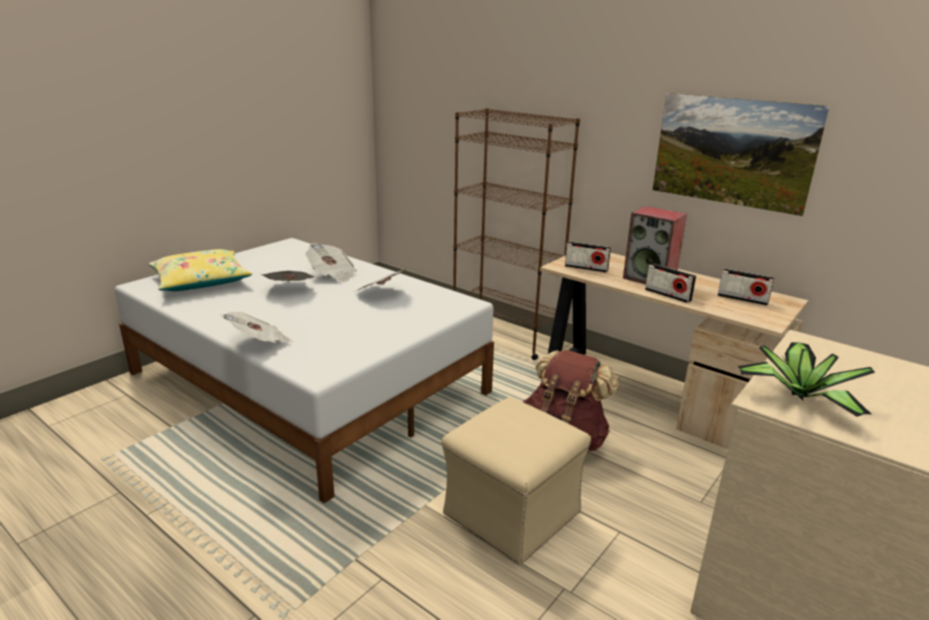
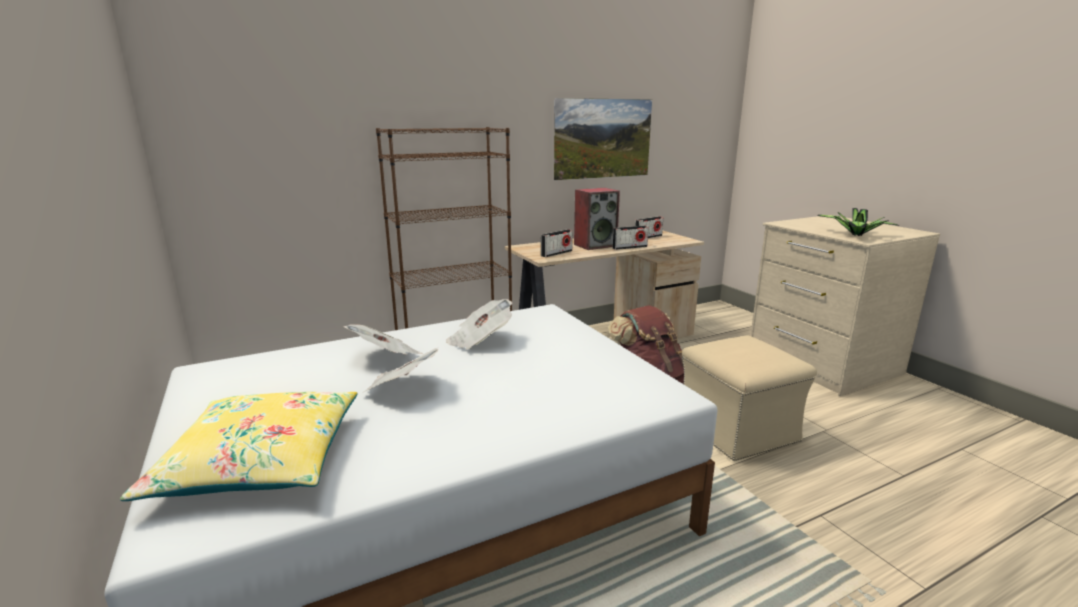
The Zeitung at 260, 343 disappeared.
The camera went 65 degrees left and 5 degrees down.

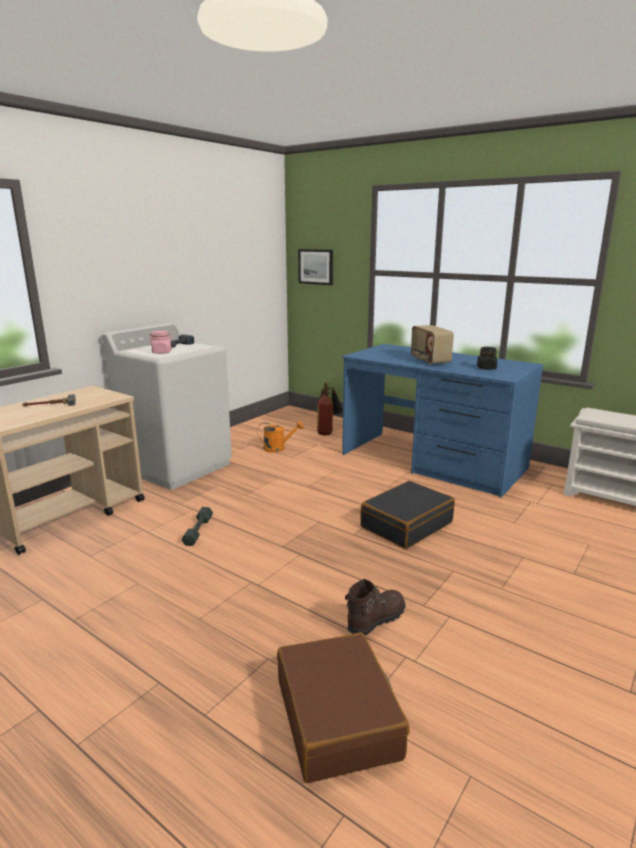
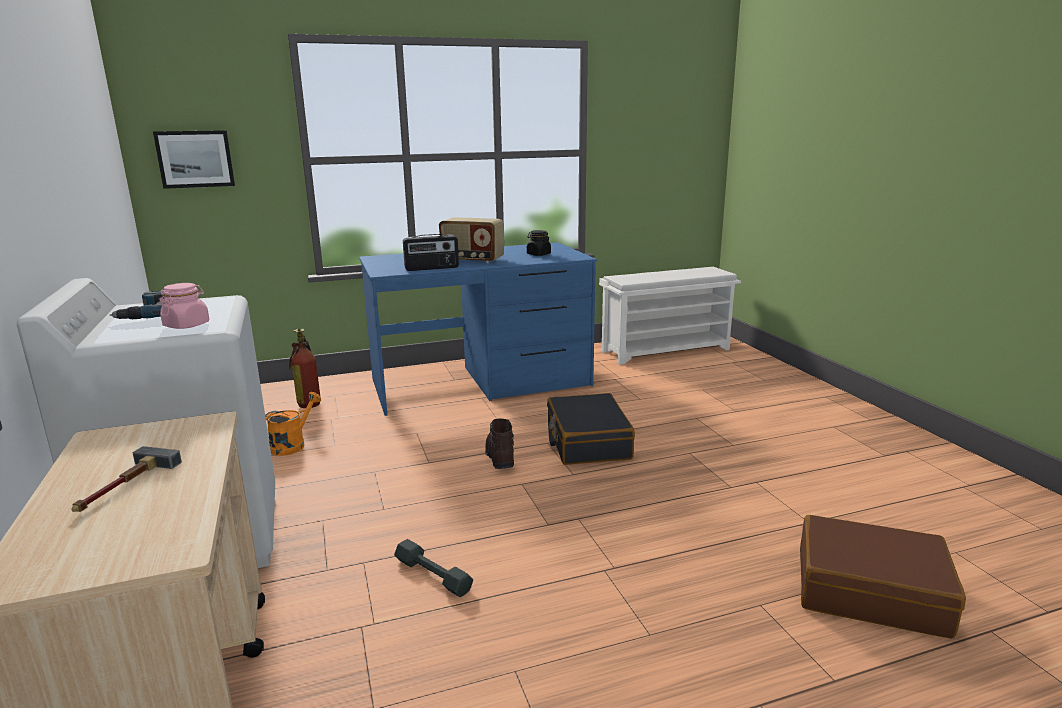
The Radio at 432, 268 appeared.
The Stiefel/braun moved from 375, 620 to 499, 457.
The camera went 55 degrees left and 0 degrees up.

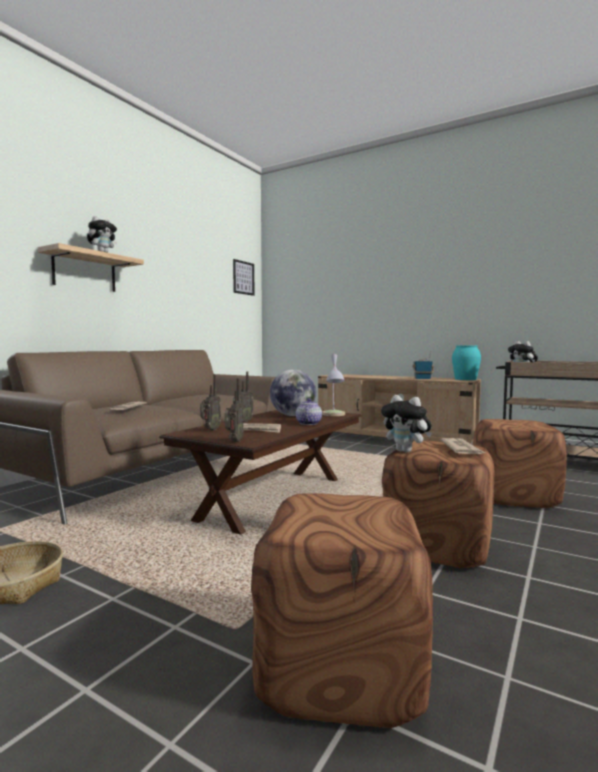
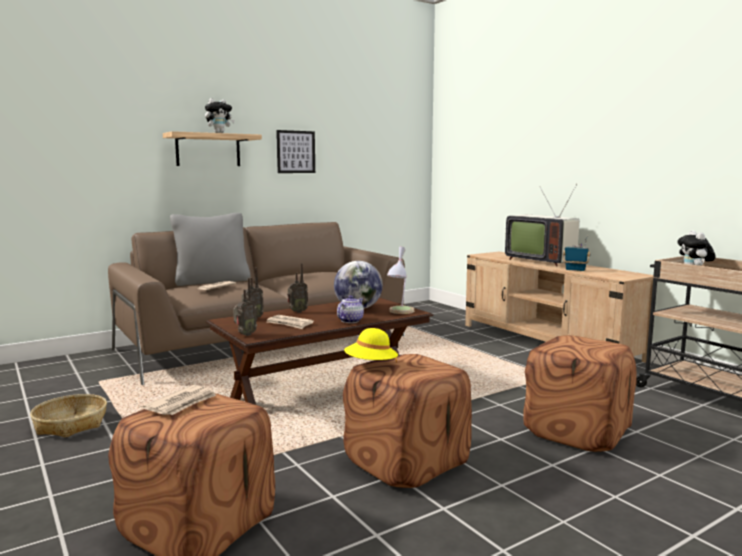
The Vase/türkis at 465, 379 disappeared.
The Kissen/grau at 212, 281 appeared.
The Fernseher at 541, 261 appeared.
The Bild moved from 243, 277 to 295, 152.
The Zeitung moved from 462, 449 to 182, 403.
The Plüschtier at 406, 451 was replaced by the Hut/gelb at 371, 365.
The camera went 25 degrees right and 5 degrees up.

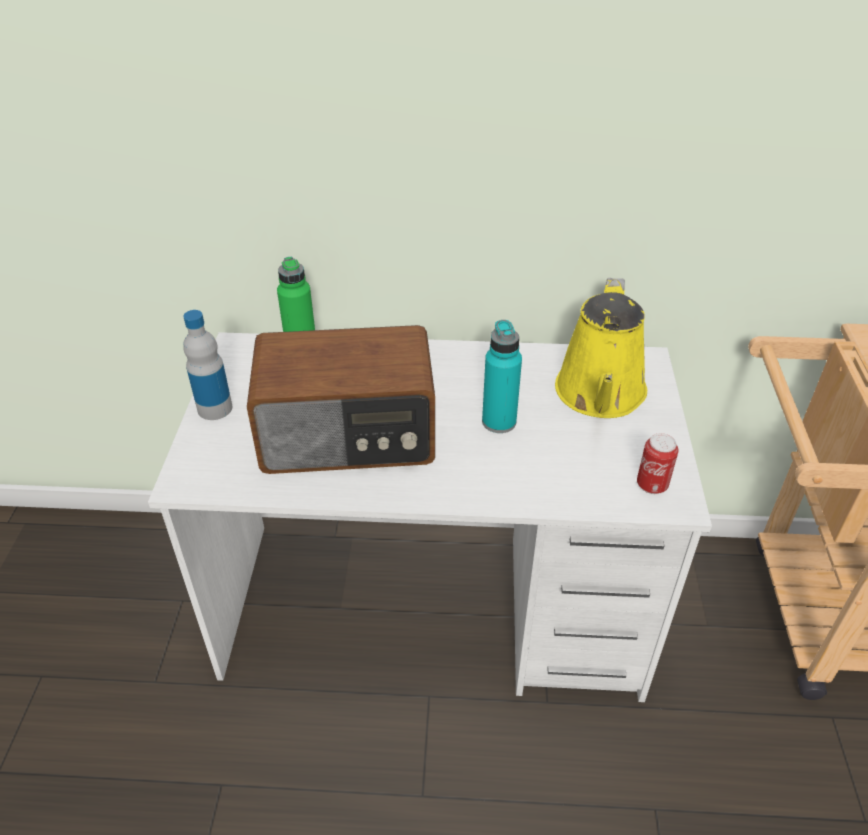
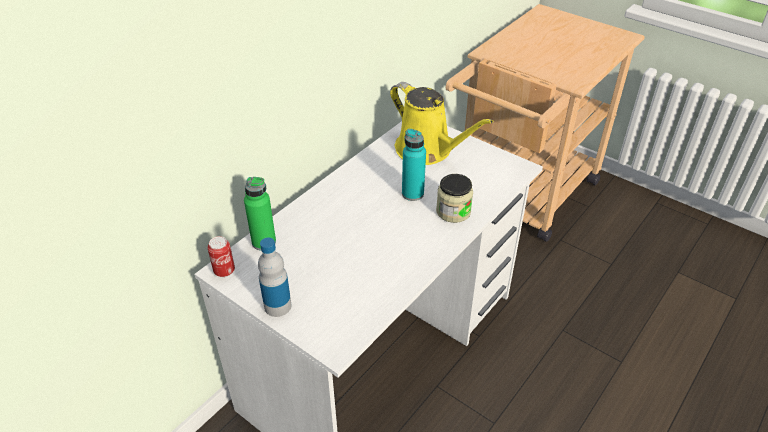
The Radio at 349, 436 disappeared.
The Vorratsglas at 453, 211 appeared.
The Dose moved from 652, 485 to 224, 271.
The camera went 55 degrees left and 0 degrees up.

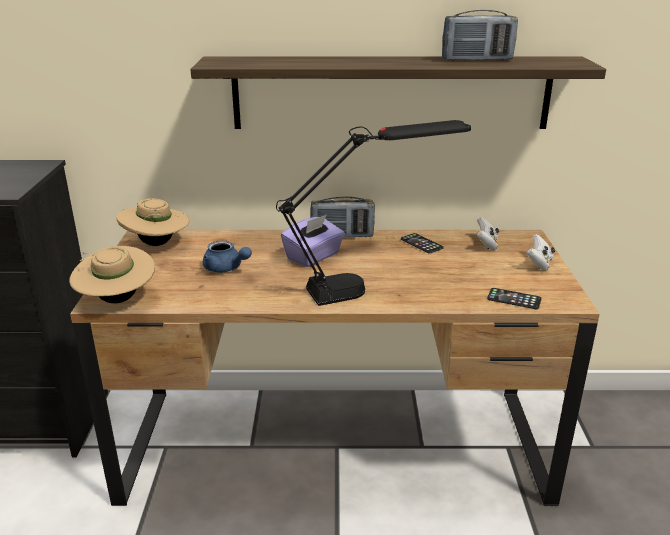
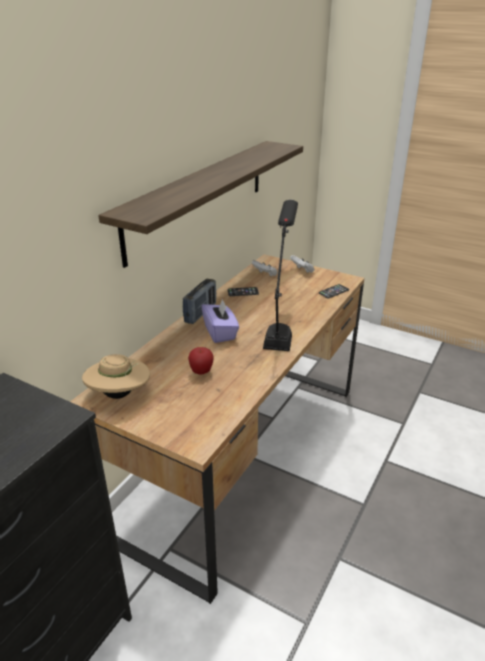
The Hut/beige at 117, 300 disappeared.
The Radio at 477, 60 disappeared.
The Teekanne/blau at 226, 268 was replaced by the Apfel at 201, 372.
The camera went 60 degrees left and 5 degrees up.

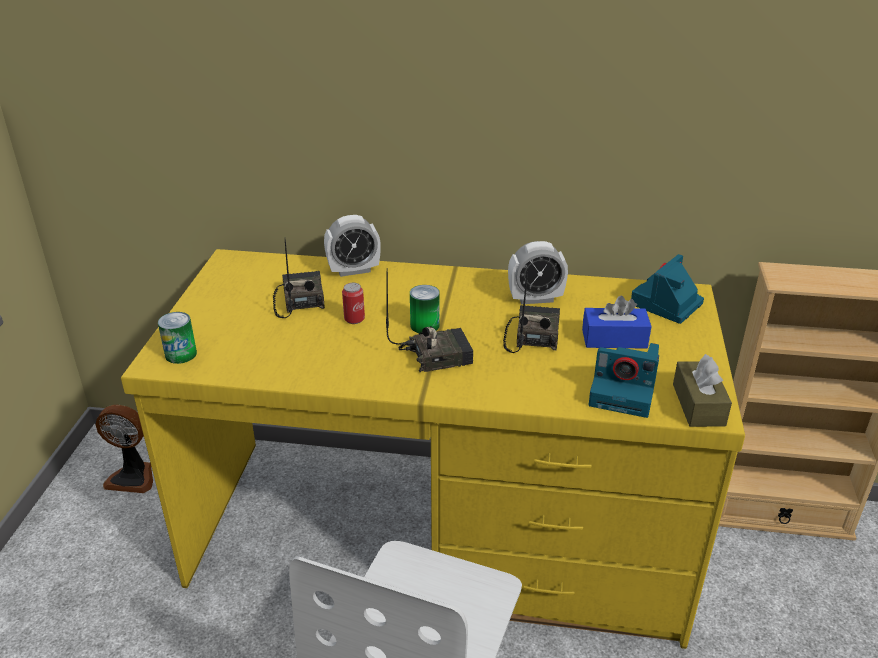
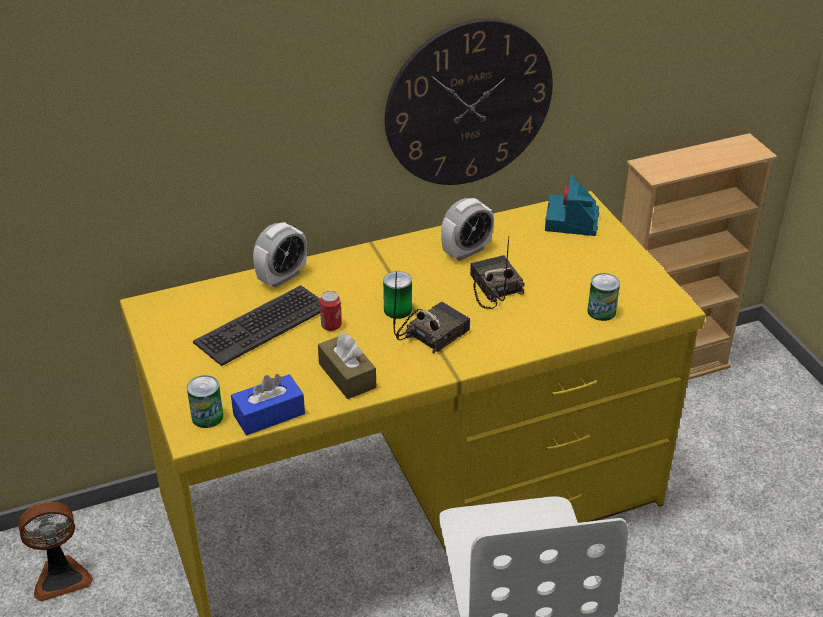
The Wanduhr at 469, 103 appeared.
The Taschentuchbox/blau moved from 614, 339 to 269, 414.
The Taschentuchbox/braun moved from 698, 405 to 347, 376.
The Radio at 299, 300 was replaced by the Tastatur at 262, 325.
The Kamera at 624, 392 was replaced by the Dose at 601, 311.
The camera went 30 degrees left and 5 degrees up.

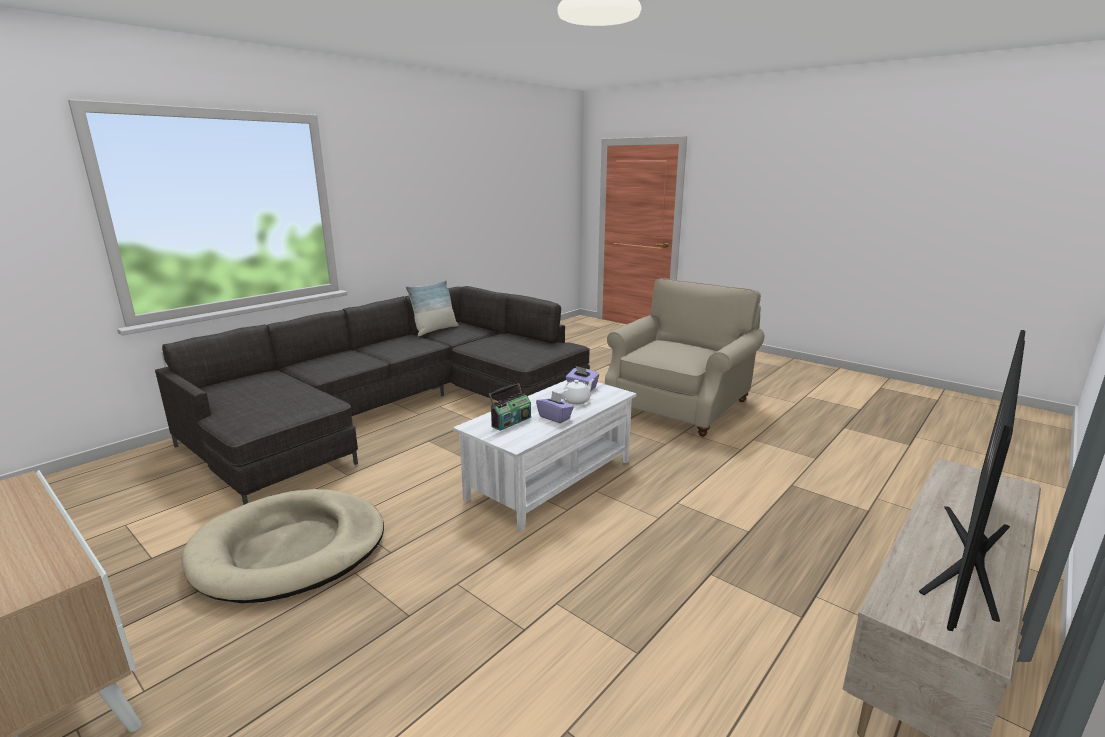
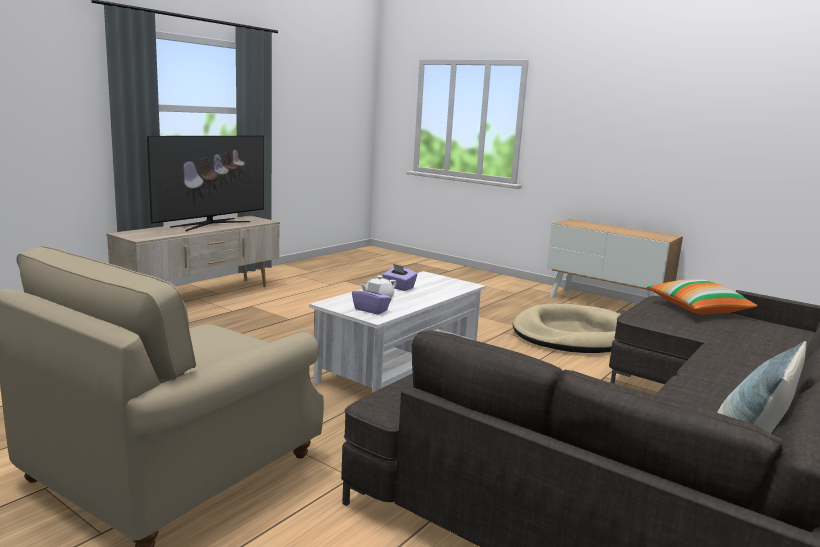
The Radio at 510, 421 disappeared.
The Kissen at 697, 309 appeared.
The camera went 175 degrees right and 5 degrees down.

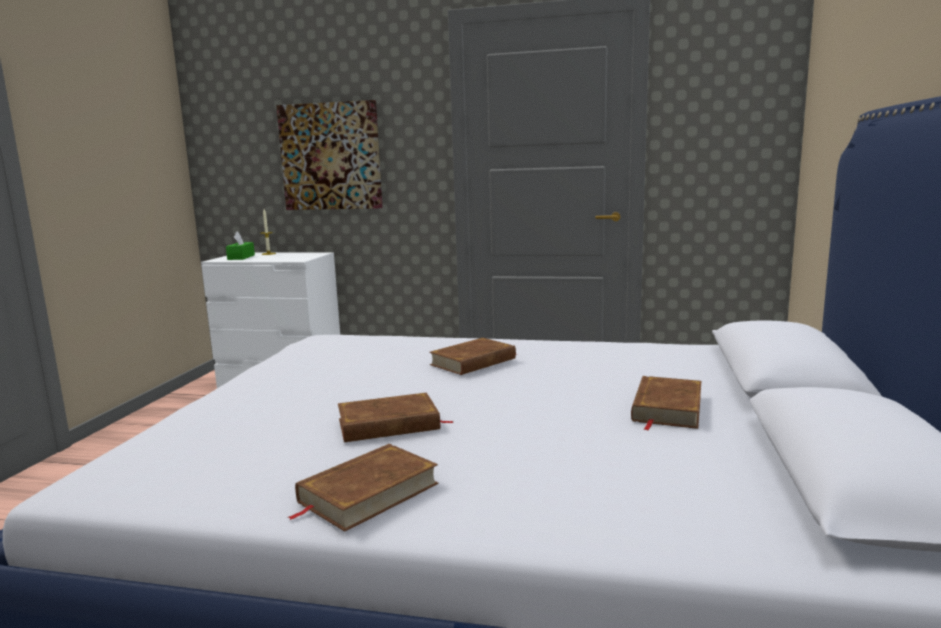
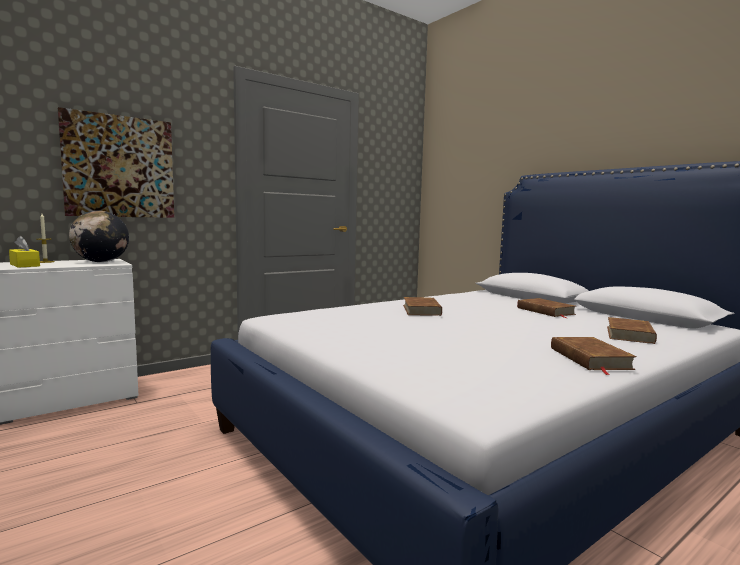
The Globus at 101, 262 appeared.
The Buch/braun moved from 389, 424 to 630, 334.
The Taschentuchbox/grün at 241, 257 became the Taschentuchbox/gelb at 25, 265.
The camera went 50 degrees left and 5 degrees down.

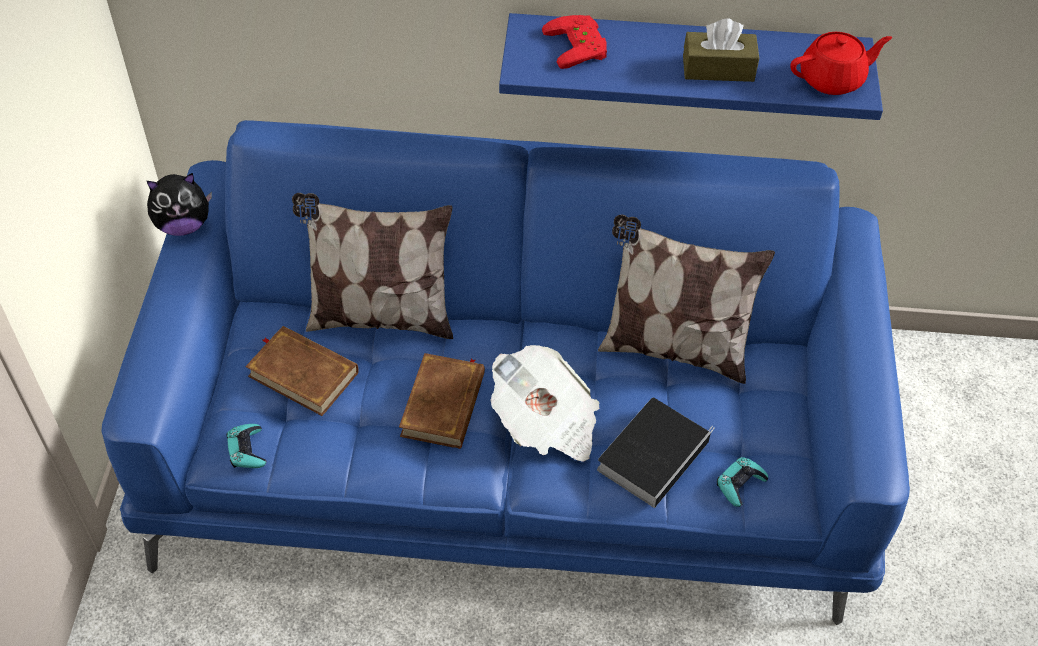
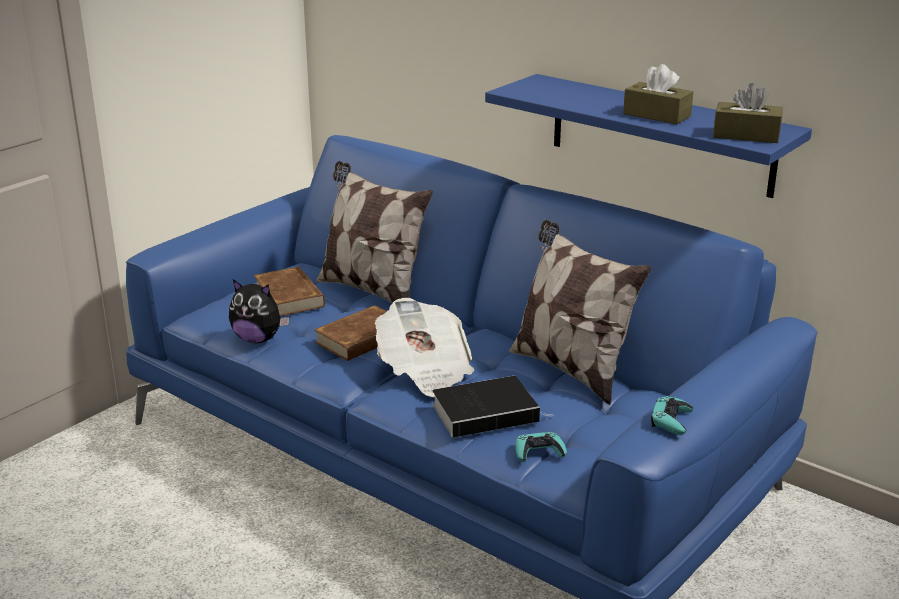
The Gamepad/rot at 580, 46 disappeared.
The Plüschtier moved from 183, 225 to 258, 339.
The Gamepad/türkis moved from 247, 450 to 671, 420.
The Teekanne/rot at 833, 79 was replaced by the Taschentuchbox/braun at 746, 135.
The camera went 35 degrees right and 25 degrees down.

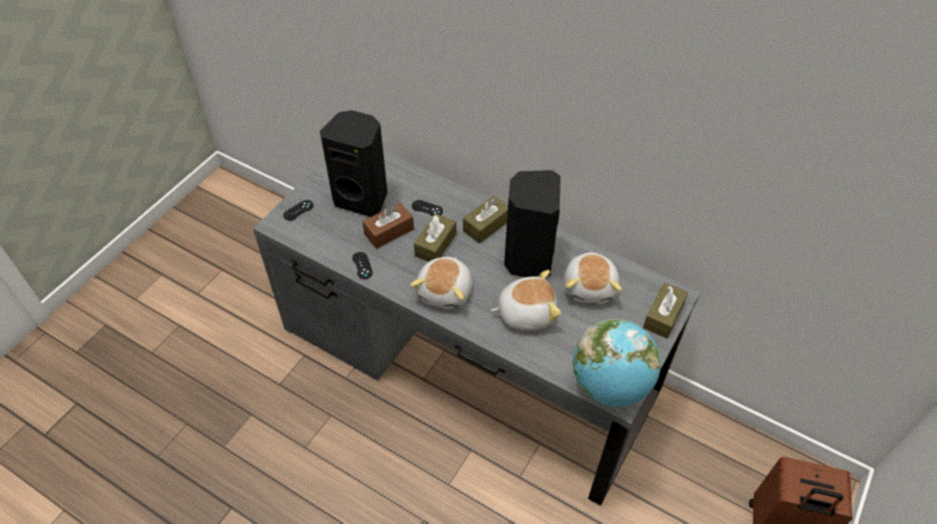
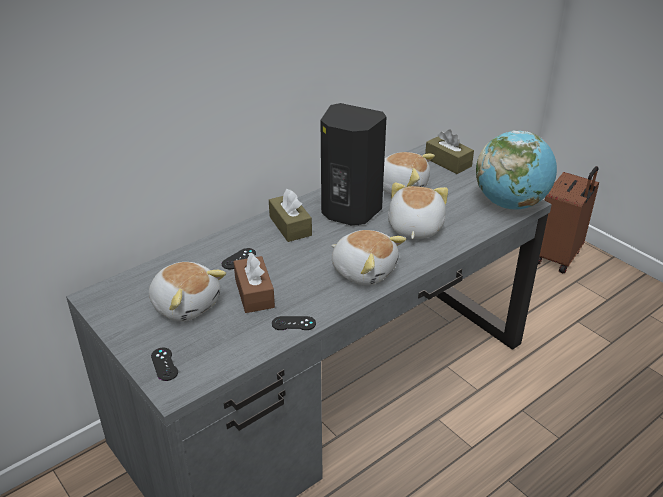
The Taschentuchbox/braun at 435, 245 disappeared.
The Lautsprecher/schwarz at 362, 198 was replaced by the Plüschtier at 186, 304.
The camera went 70 degrees left and 15 degrees down.

